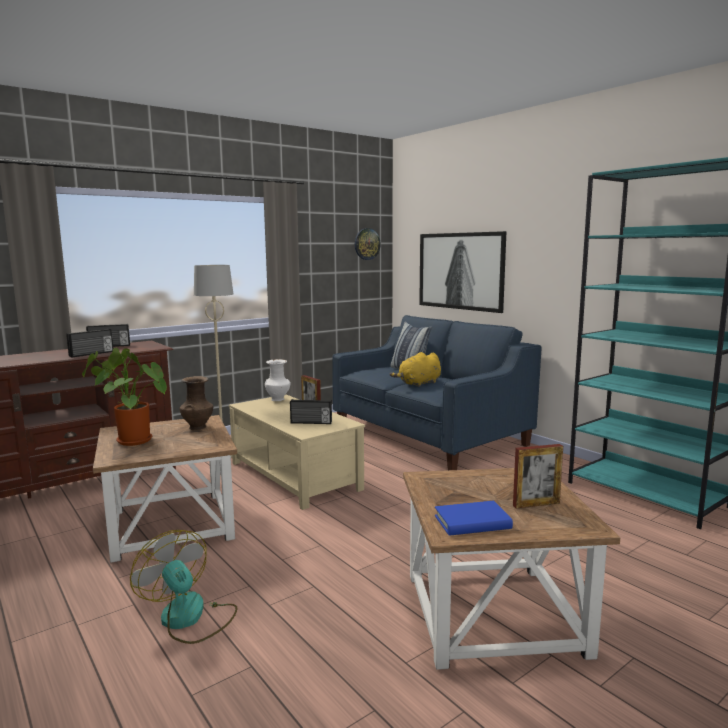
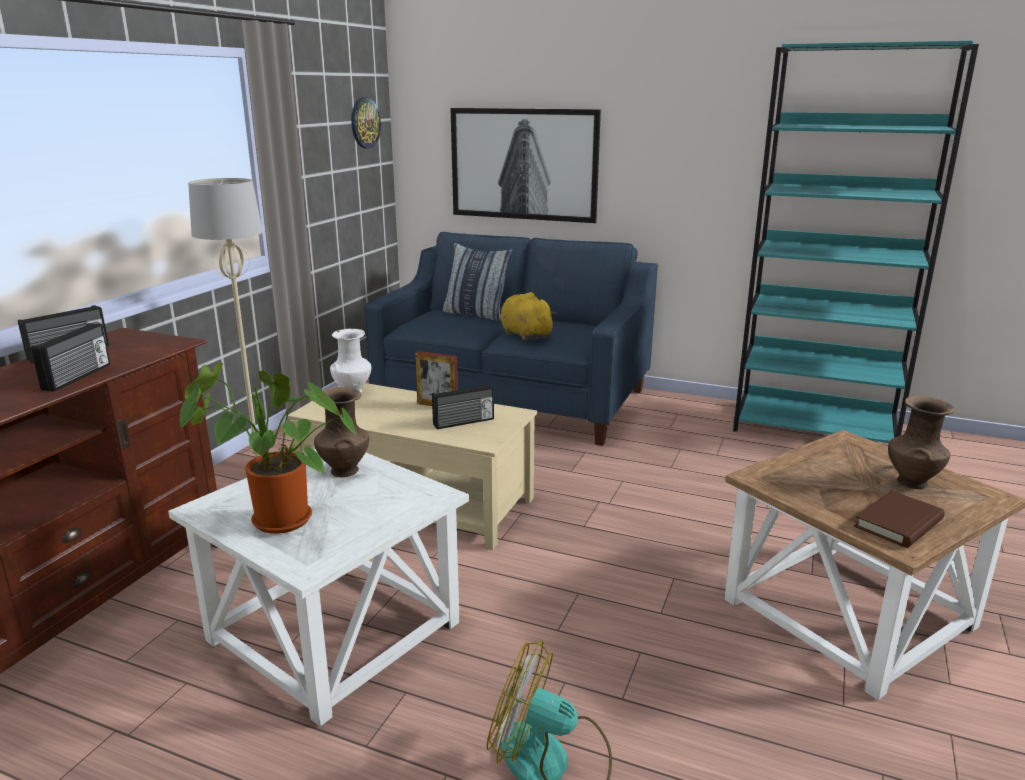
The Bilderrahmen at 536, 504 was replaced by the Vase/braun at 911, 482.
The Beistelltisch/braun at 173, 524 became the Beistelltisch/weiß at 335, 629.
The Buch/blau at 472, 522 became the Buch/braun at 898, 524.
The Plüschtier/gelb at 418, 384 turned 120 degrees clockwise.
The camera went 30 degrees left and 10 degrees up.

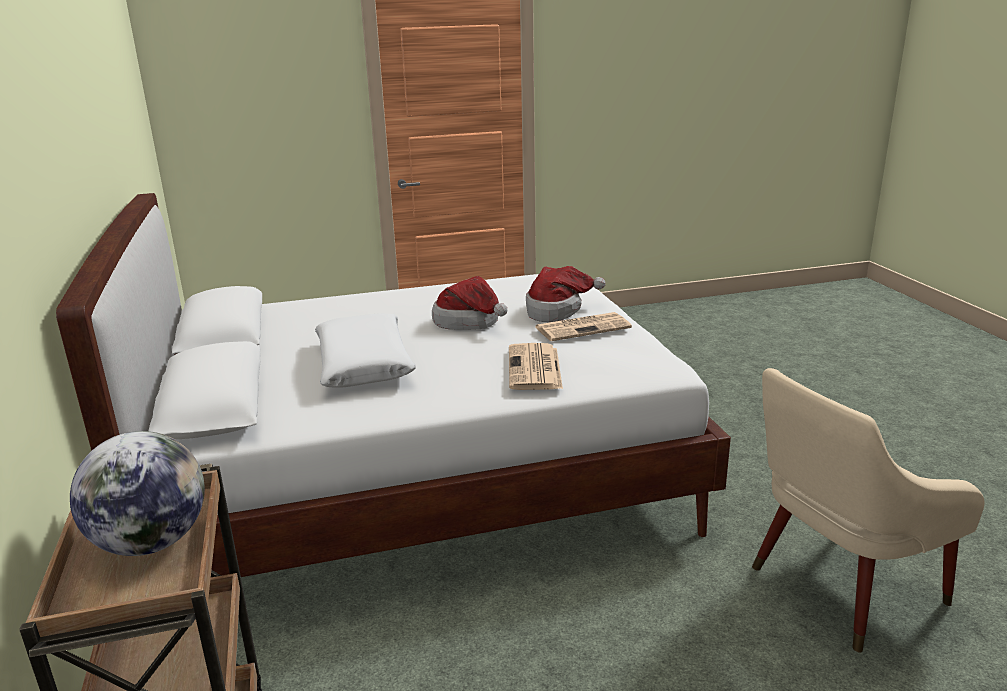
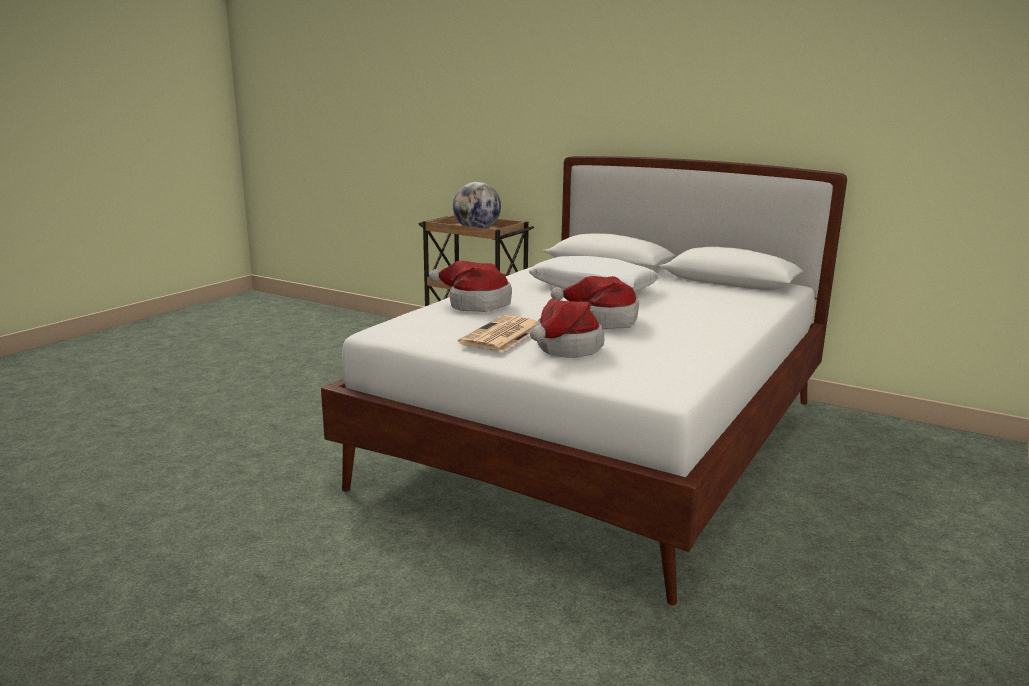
The Sessel/beige at 838, 589 disappeared.
The Zeitung at 535, 368 was replaced by the Hut at 475, 304.
The camera went 135 degrees right and 5 degrees down.

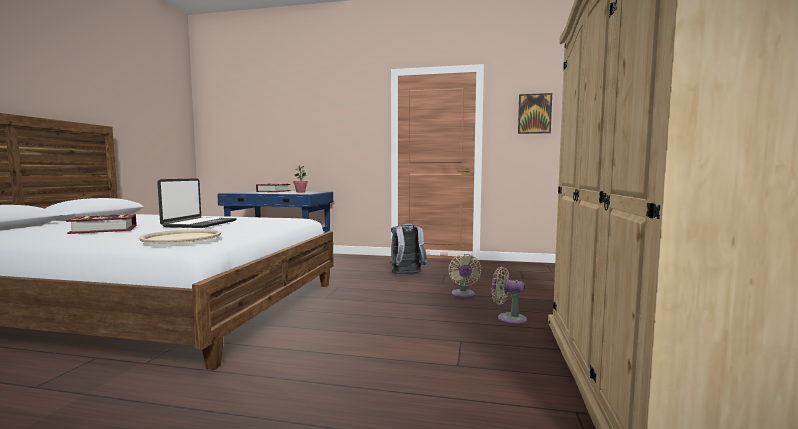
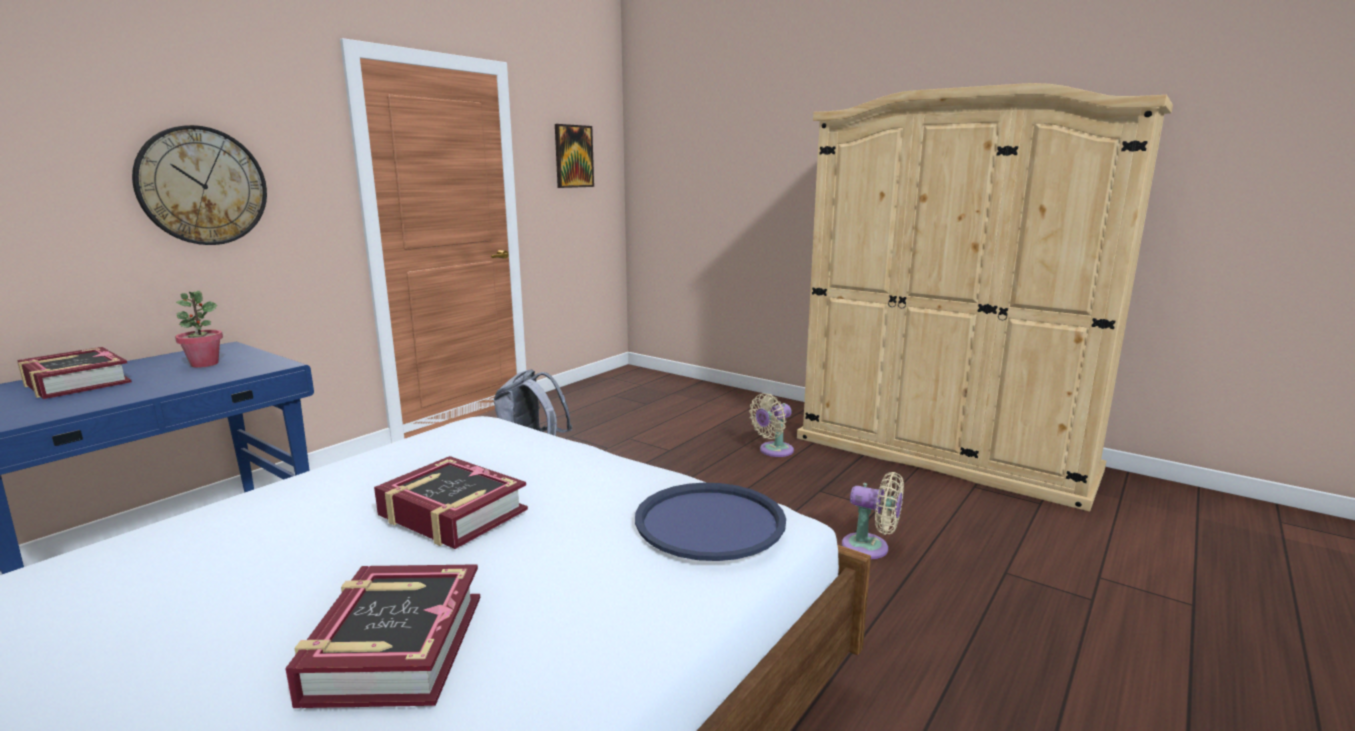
The Wanduhr at 202, 186 appeared.
The Ventilator/beige moved from 463, 295 to 870, 548.
The Laptop at 200, 224 was replaced by the Buch at 452, 513.
The Tablett/beige at 181, 237 became the Tablett/blau at 709, 522.
The camera went 65 degrees left and 10 degrees up.

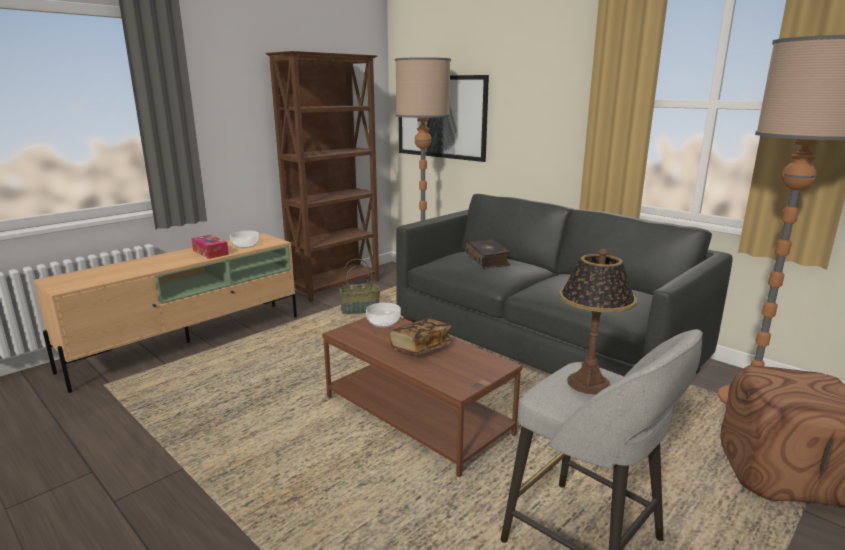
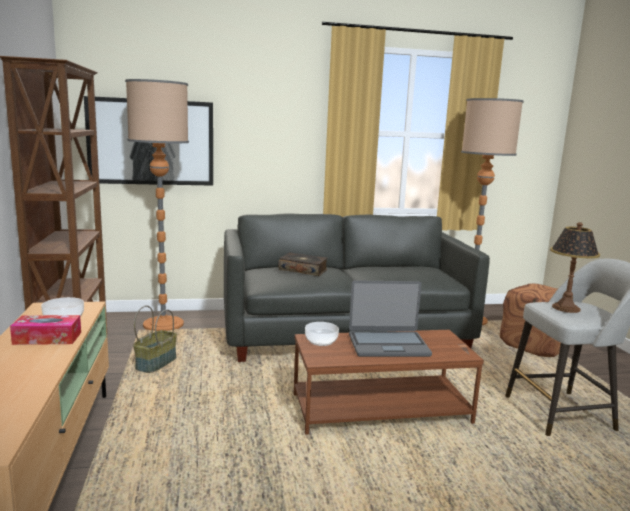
The Buch at 421, 348 was replaced by the Laptop at 388, 345.
The camera went 55 degrees left and 5 degrees down.

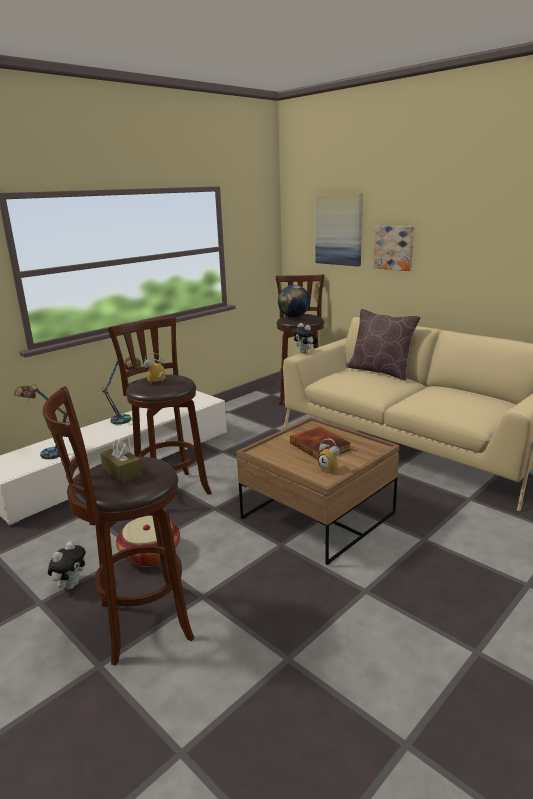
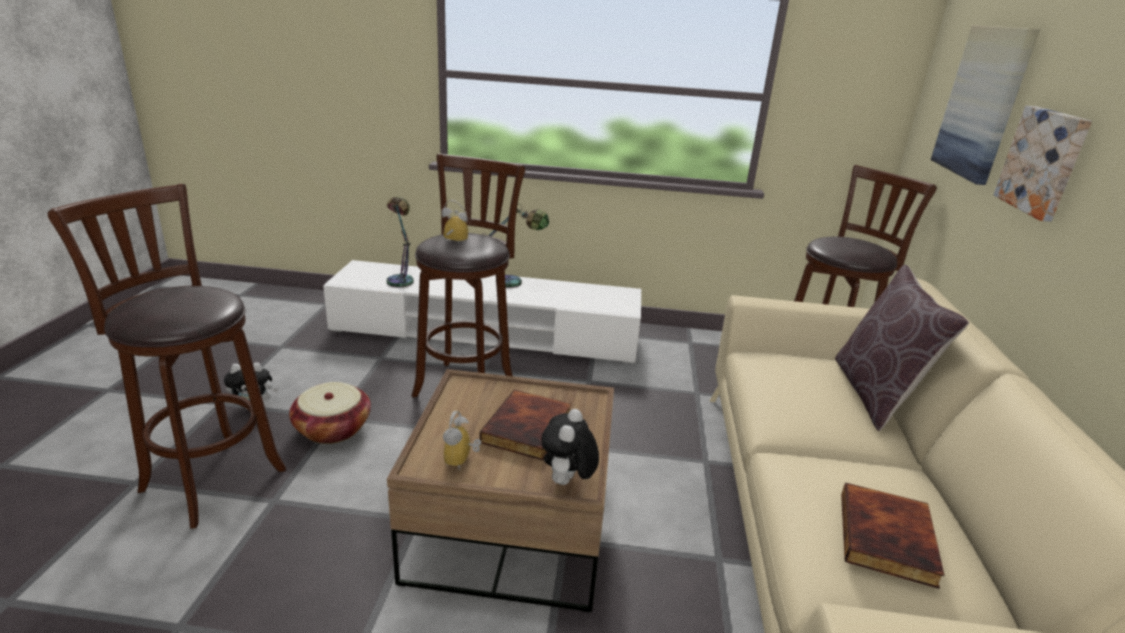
The Taschentuchbox/braun at 122, 472 disappeared.
The Globus at 294, 317 disappeared.
The Buch at 888, 539 appeared.
The Plüschtier moved from 305, 353 to 567, 482.
The camera went 50 degrees right and 5 degrees up.

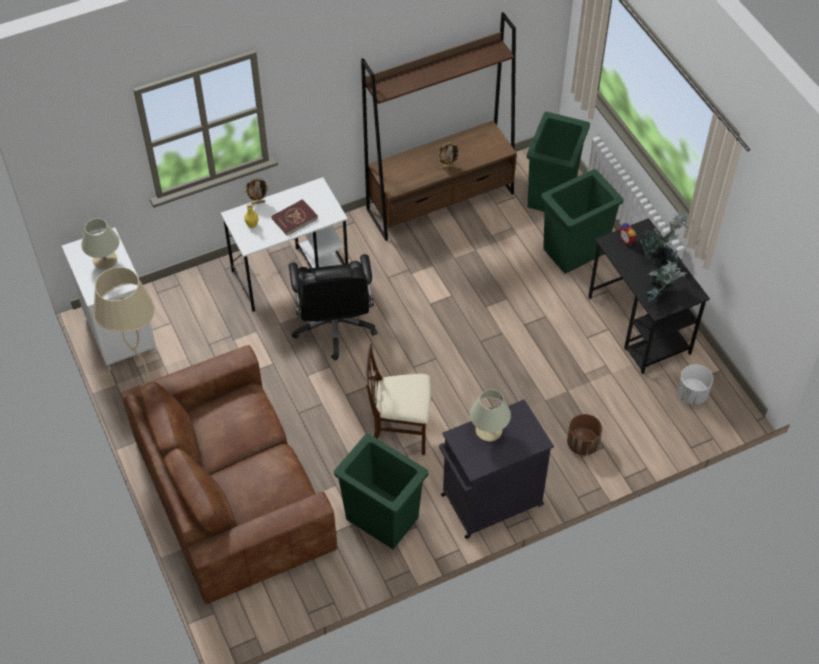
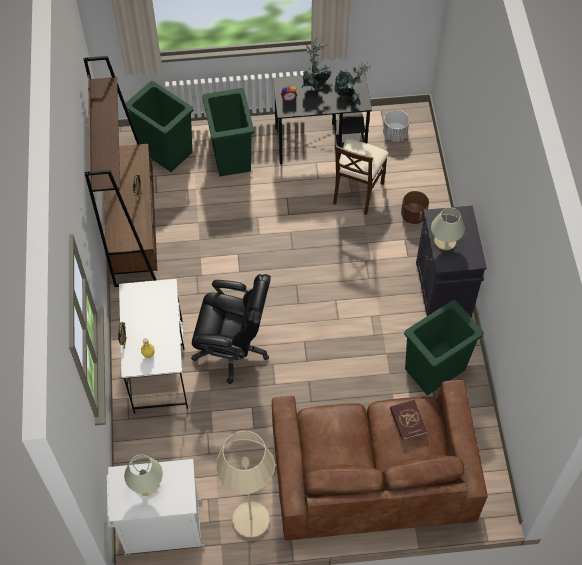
The Buch/rot moved from 294, 218 to 407, 421.
The Stuhl/beige moved from 400, 431 to 357, 192.
The camera went 70 degrees left and 5 degrees up.

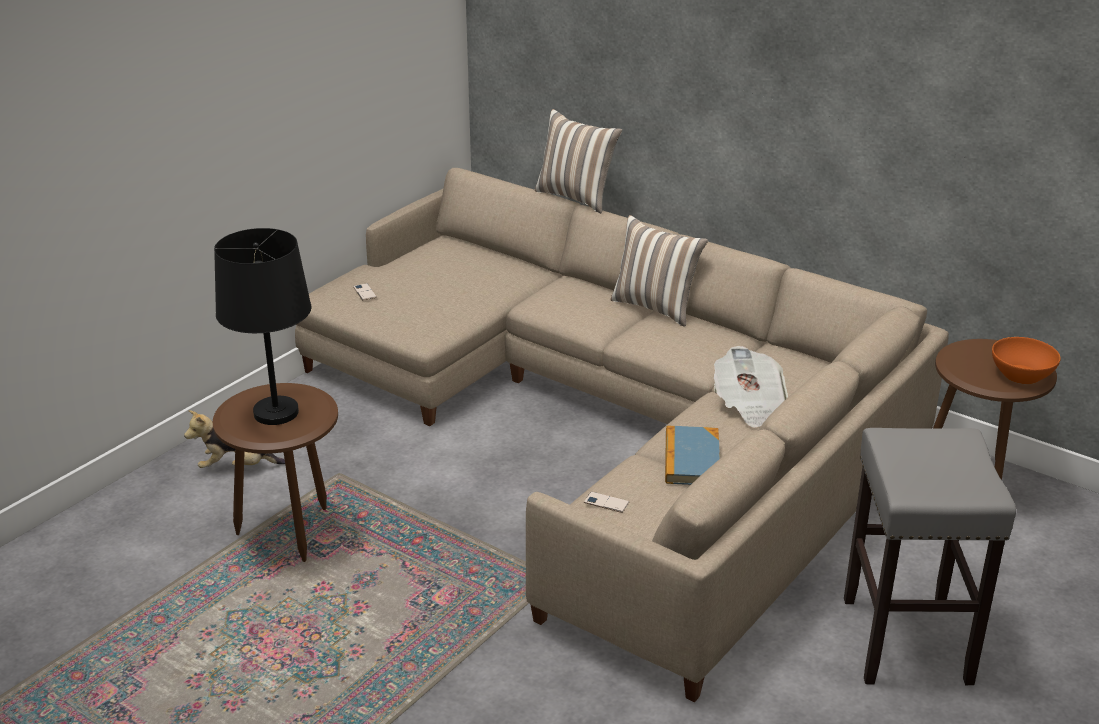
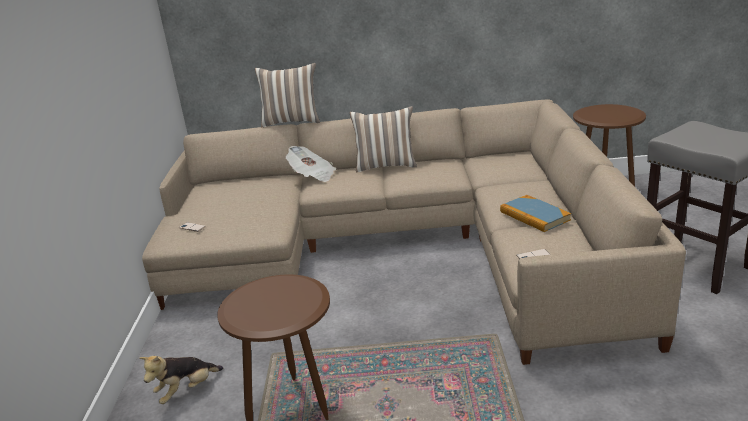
The Tischlampe/schwarz at 276, 413 disappeared.
The Schüssel/orange at 1022, 375 disappeared.
The Zeitung moved from 749, 405 to 313, 175.
The camera went 35 degrees left and 5 degrees down.

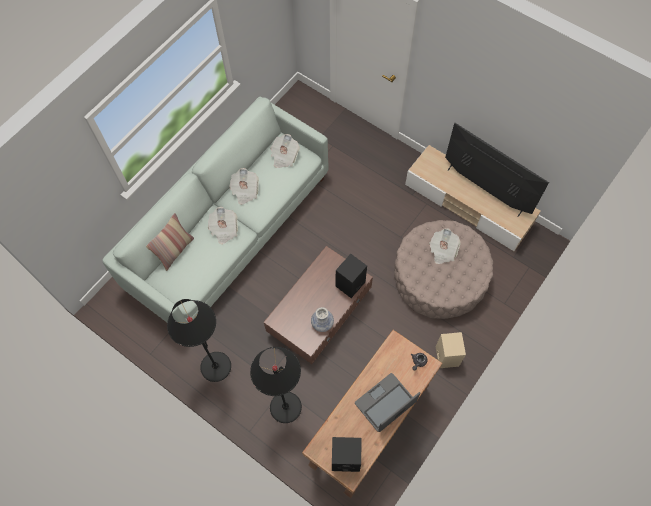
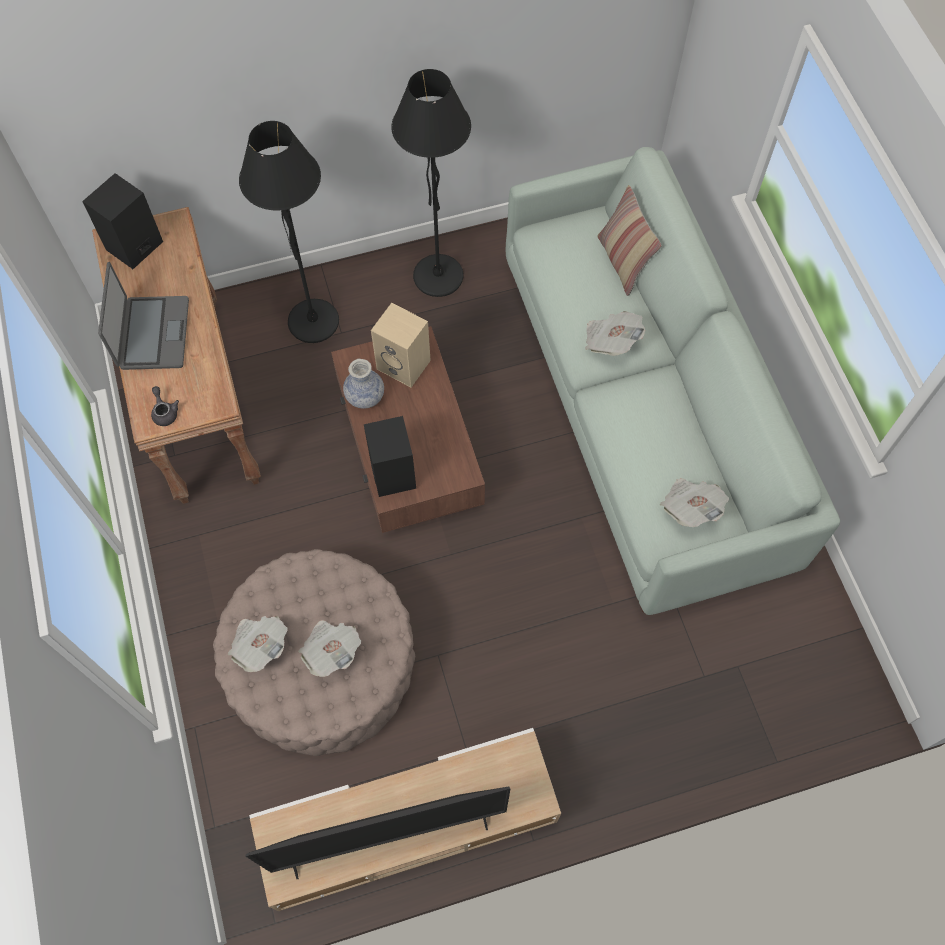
The Zeitung moved from 245, 191 to 260, 645.
The Lautsprecher/beige moved from 446, 355 to 405, 364.
The camera went 125 degrees right and 0 degrees up.

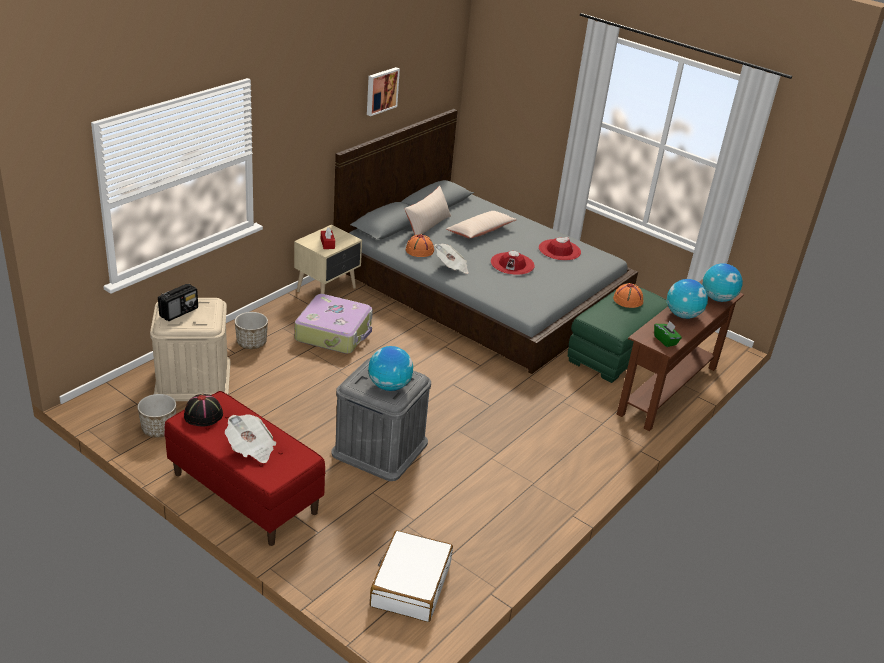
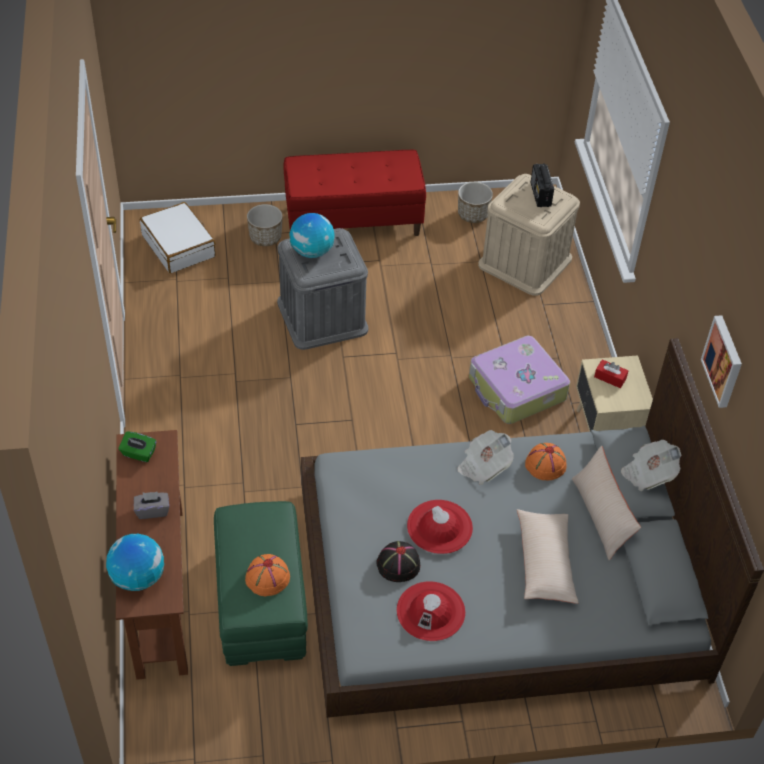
The Hut/schwarz moved from 203, 415 to 398, 564.
The Zeitung moved from 251, 449 to 648, 474.
The Pflanzkübel moved from 251, 343 to 265, 238.
The Globus at 683, 315 was replaced by the Taschentuchbox/grau at 152, 511.
The camera went 135 degrees right and 15 degrees up.

